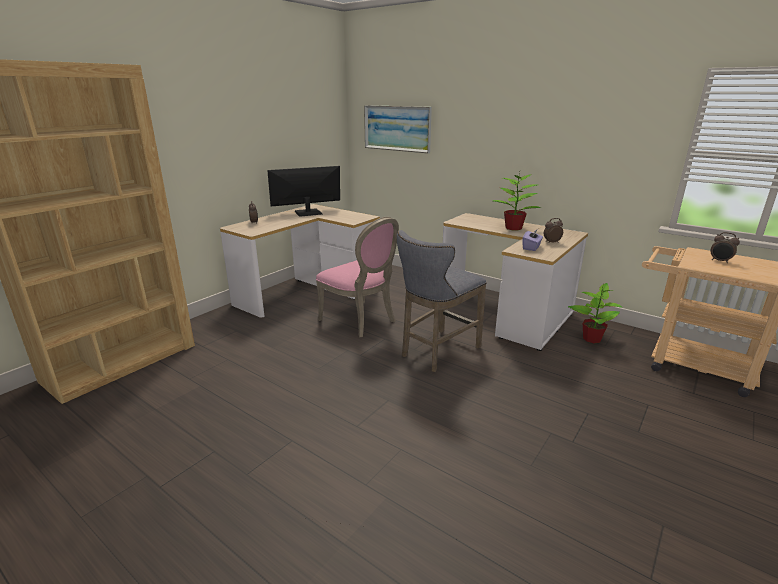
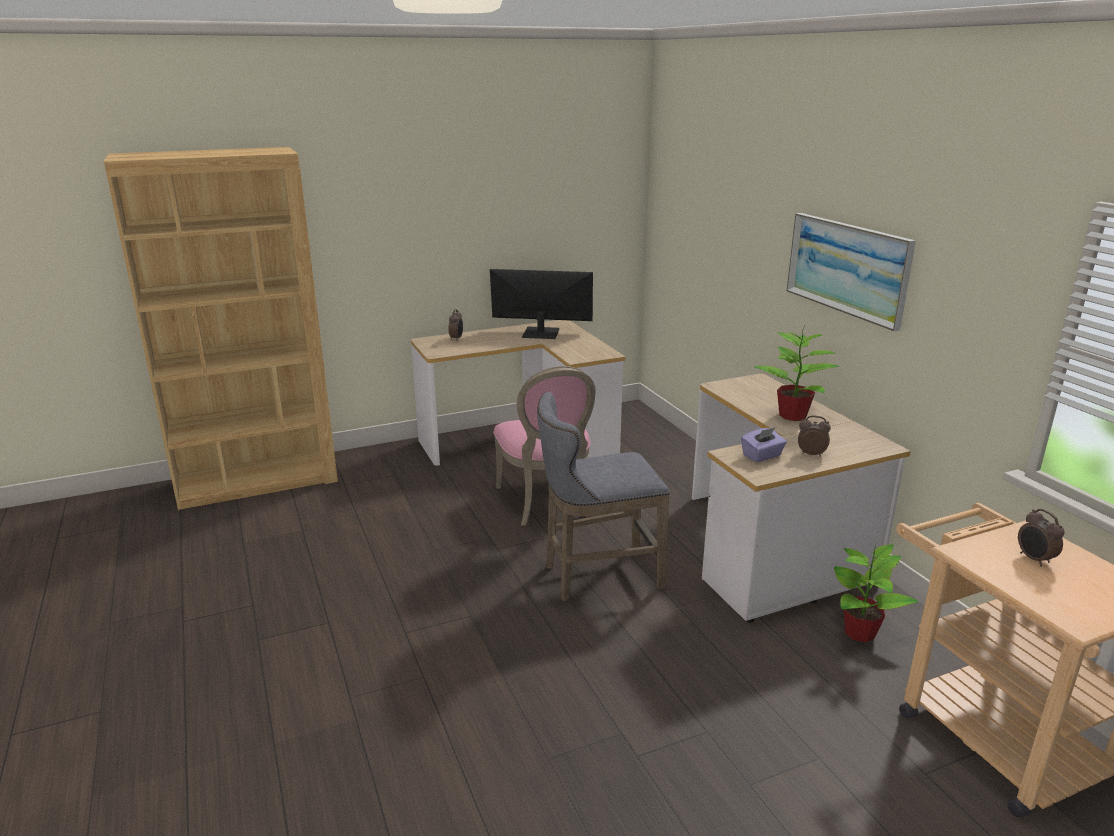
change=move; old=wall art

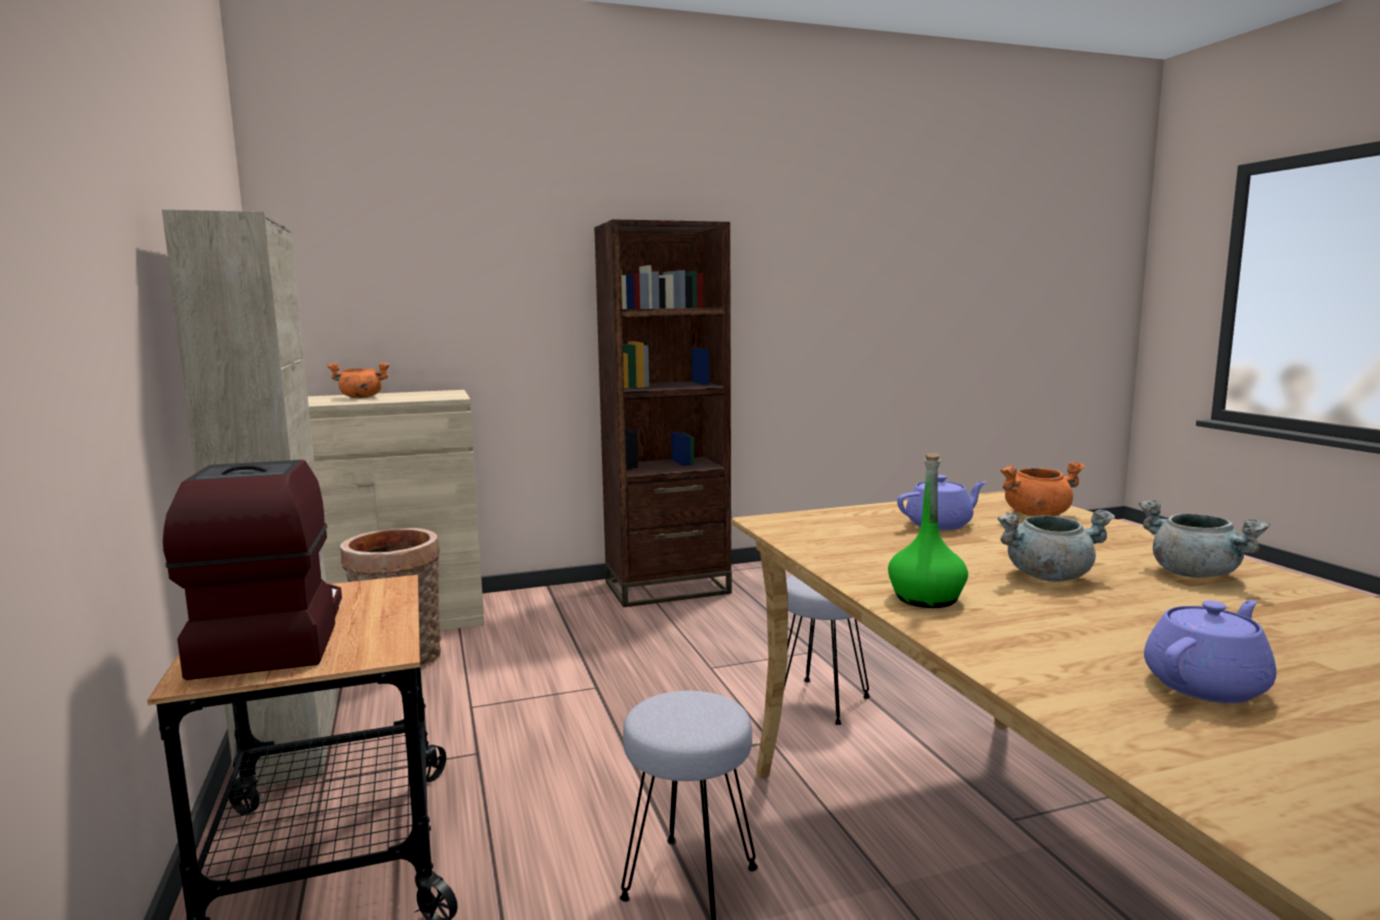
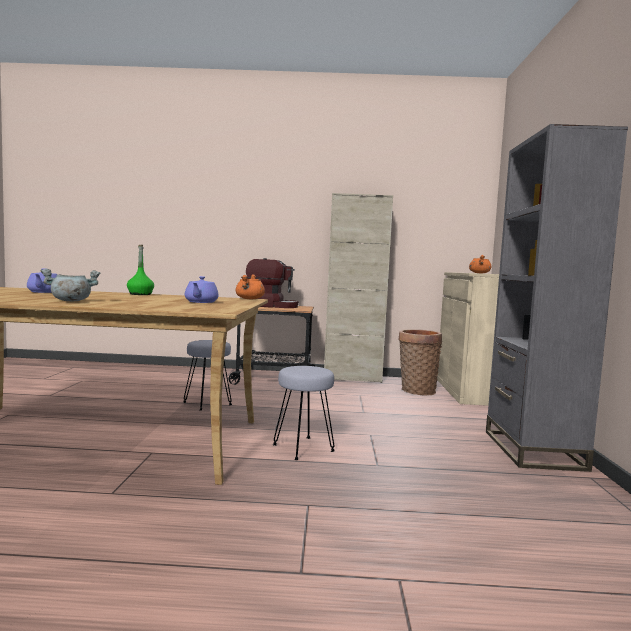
change=recolor; old=bookcase/brown-coloured; new=bookcase/greyish
change=delete; old=stockpot/greyish (1st from left)
change=move; old=stockpot/orangey (2nd from left in the first image); new=stockpot/orangey (1st from left)

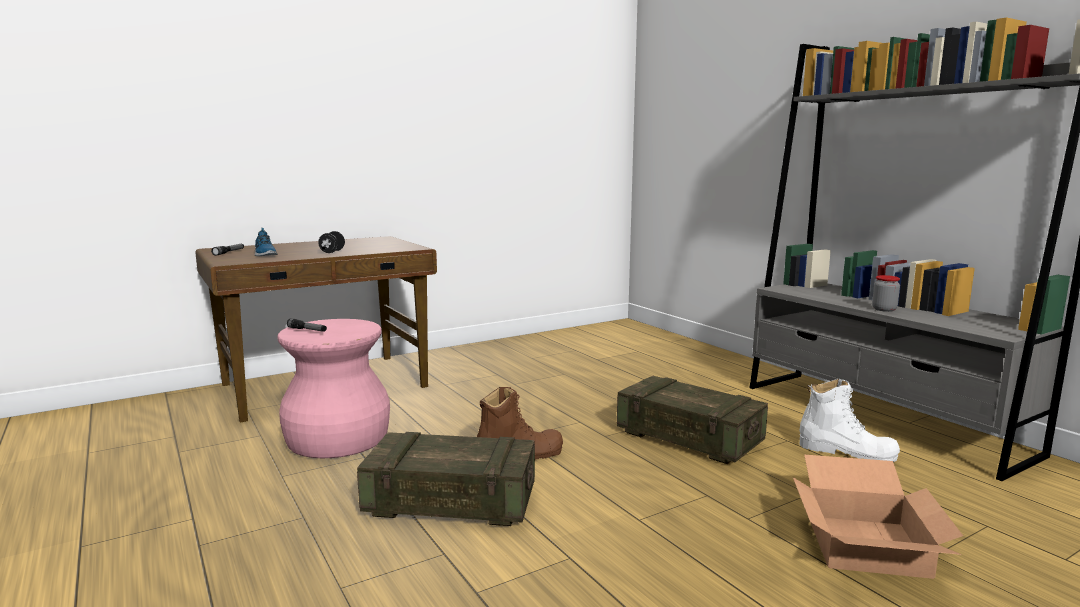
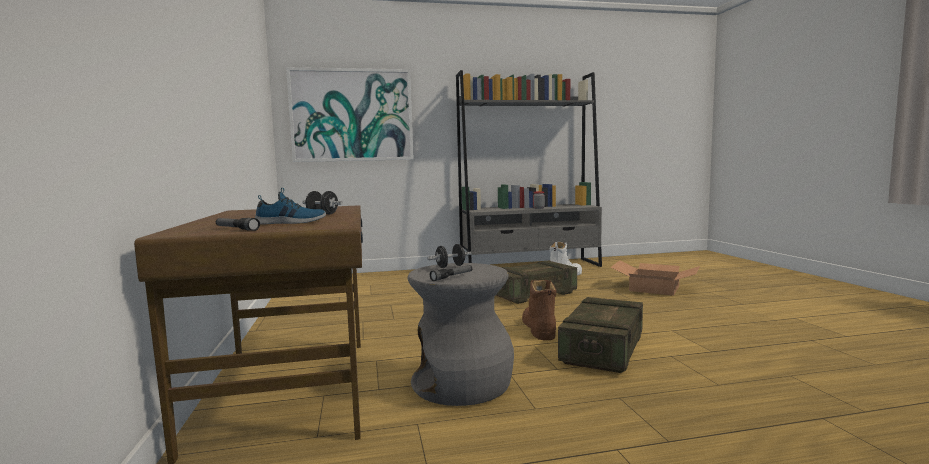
change=recolor; old=stool/pink-coloured; new=stool/greyish
change=insert; new=wall art
change=insert; new=free weight/black (2nd from left)

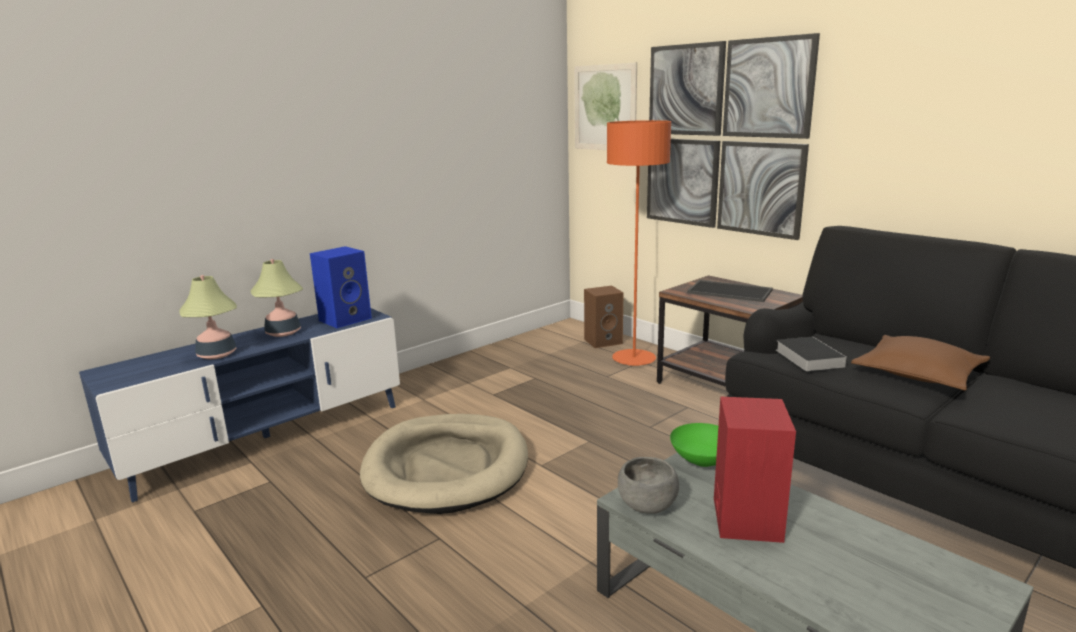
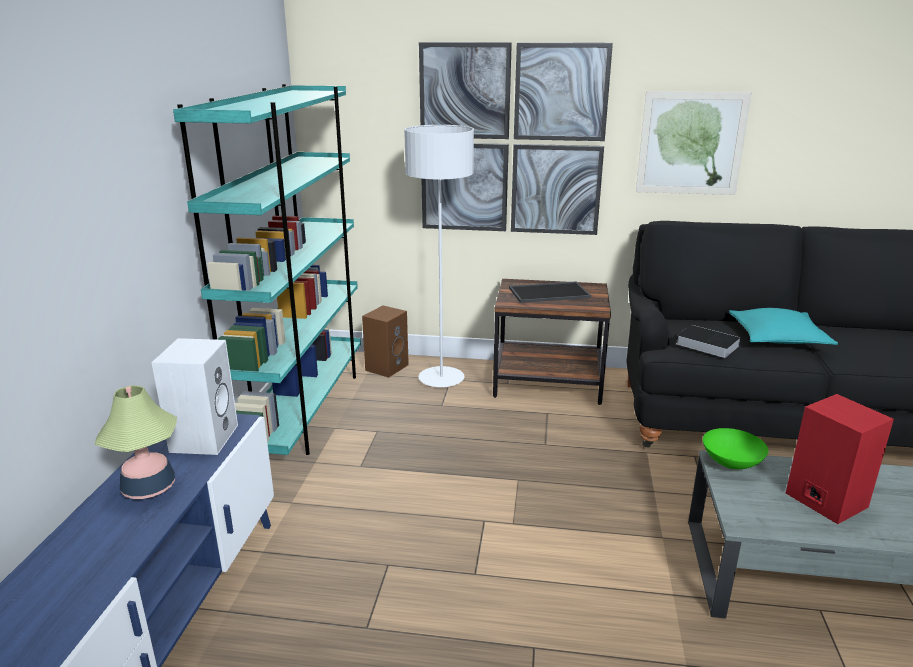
change=delete; old=table lamp (1st from left)
change=recolor; old=audio speaker/blue; new=audio speaker/white
change=delete; old=dog cushion/beige-coloured
change=move; old=wall art (1st from left in the first image); new=wall art (2nd from left)
change=recolor; old=floor lamp/orangey; new=floor lamp/white
change=delete; old=serving bowl/greyish
change=recolor; old=cushion/brown-coloured; new=cushion/turquoise
change=insert; new=bookcase/turquoise

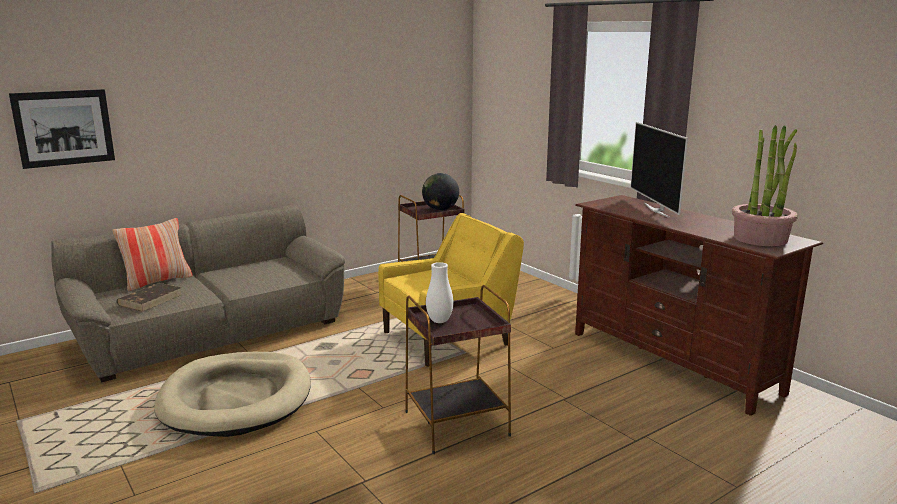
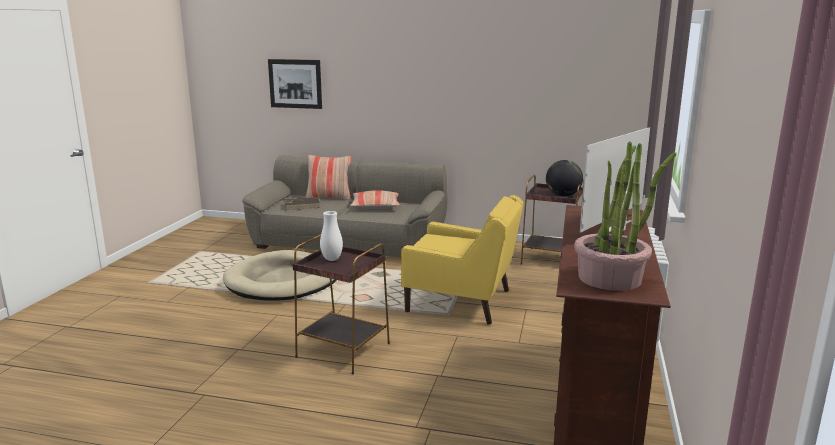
change=insert; new=cushion (2nd from left)

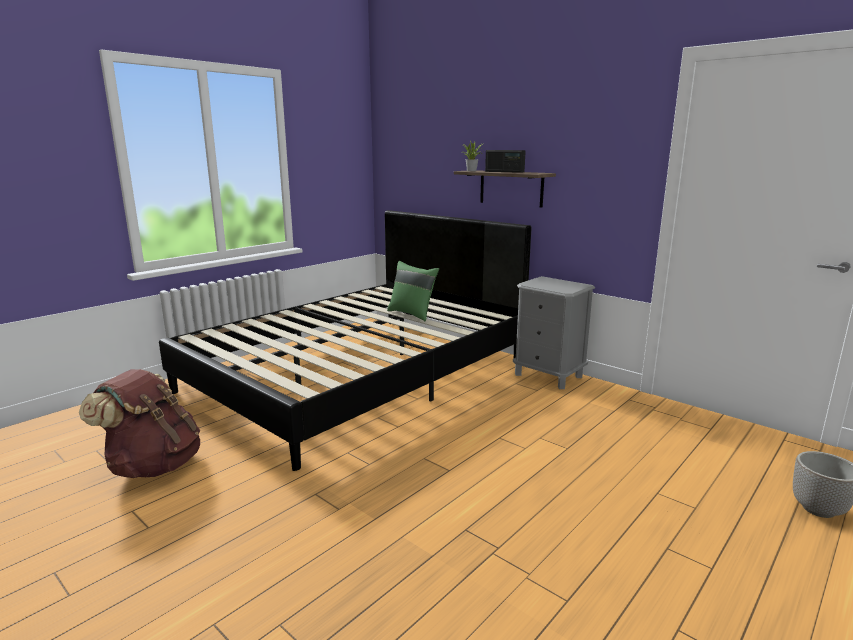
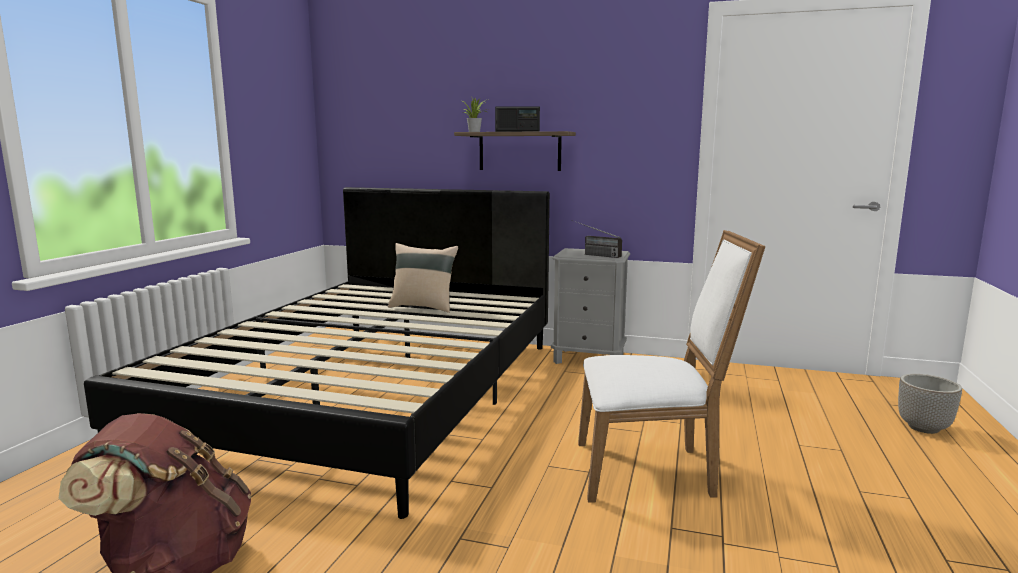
change=recolor; old=cushion/green; new=cushion/beige-coloured
change=insert; new=radio receiver (2nd from left)
change=insert; new=upright chair/white

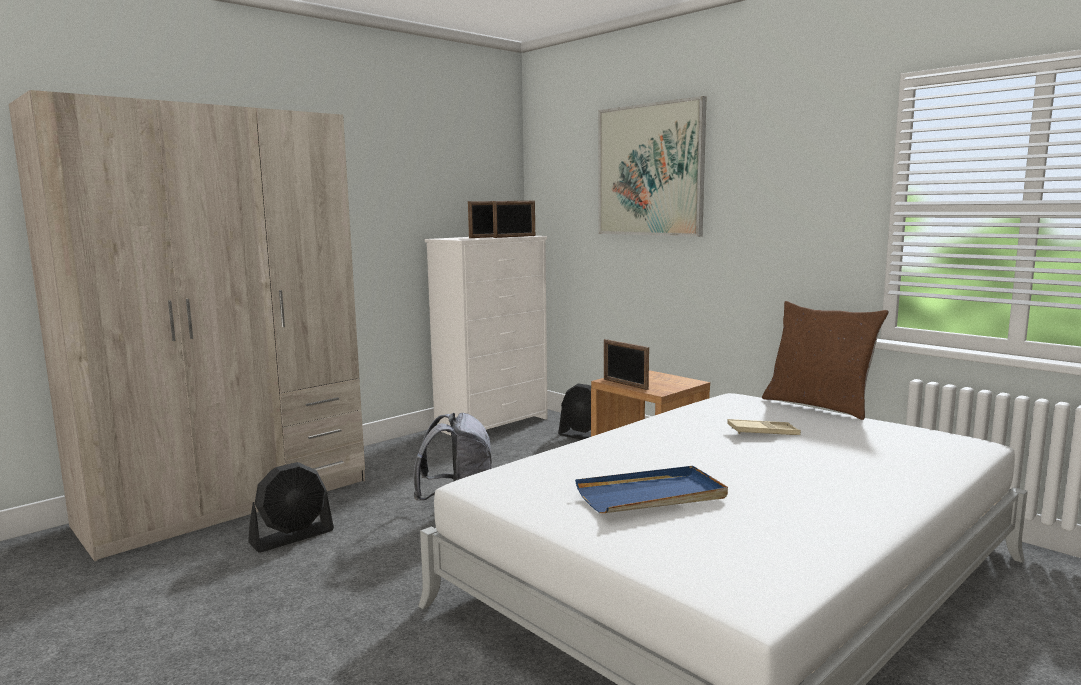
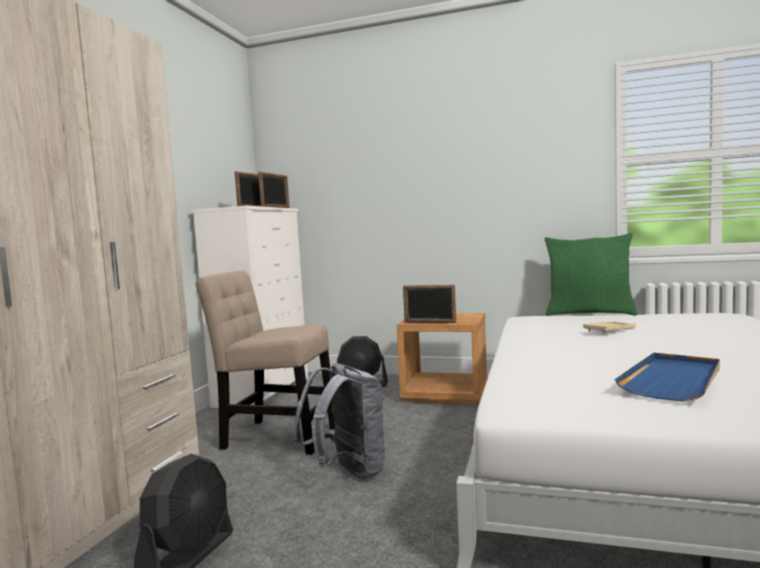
change=delete; old=wall art
change=recolor; old=cushion/brown-coloured; new=cushion/green
change=insert; new=upright chair/beige-coloured

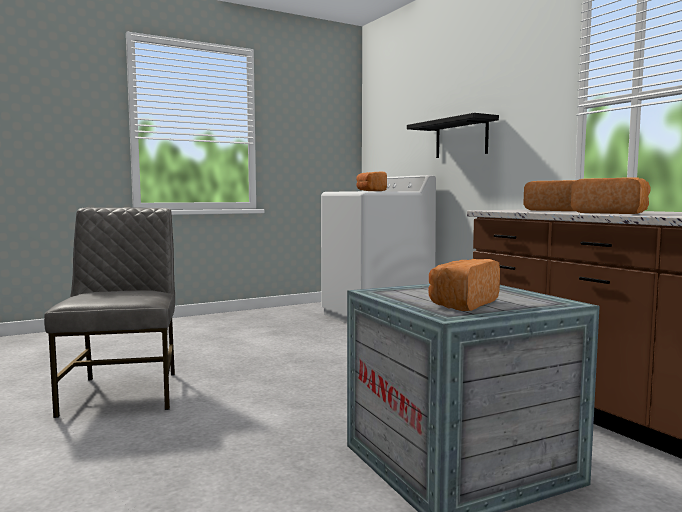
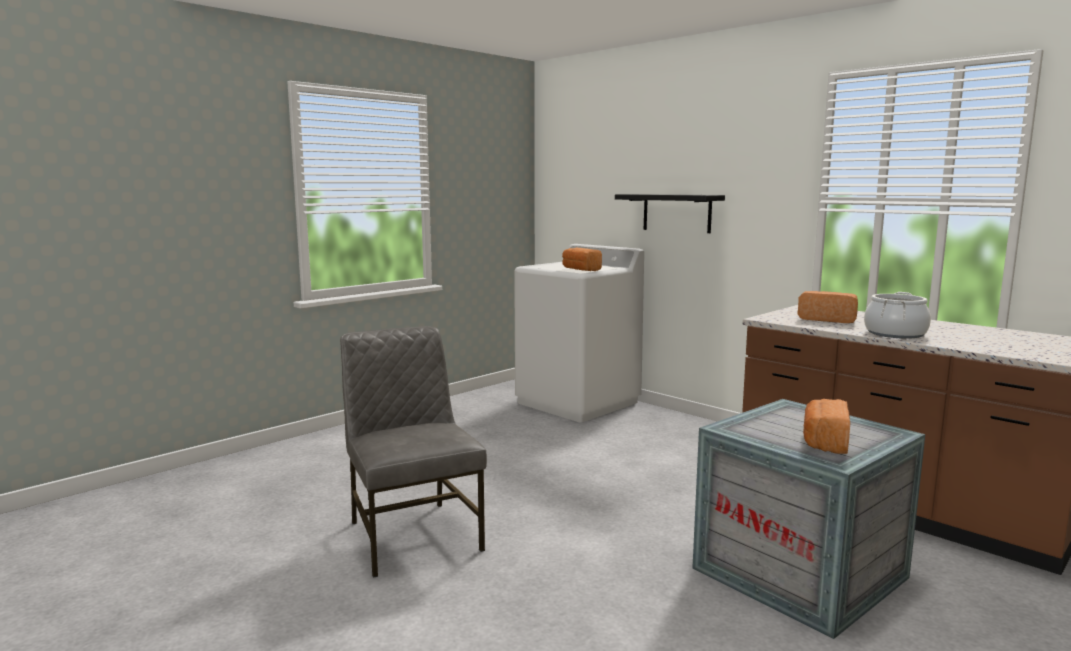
change=replace; old=baked bread (4th from left); new=stockpot

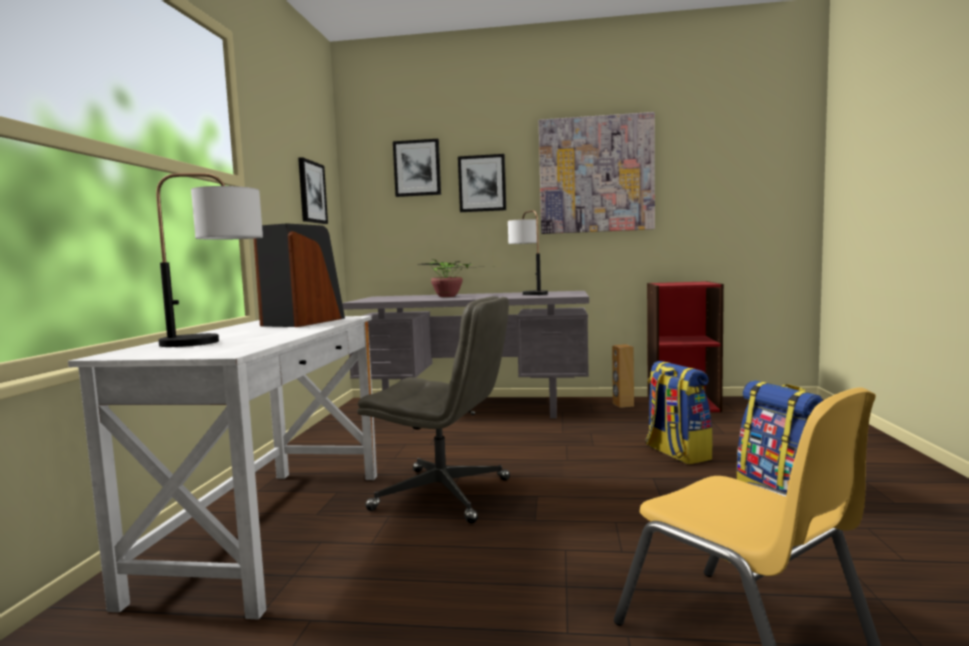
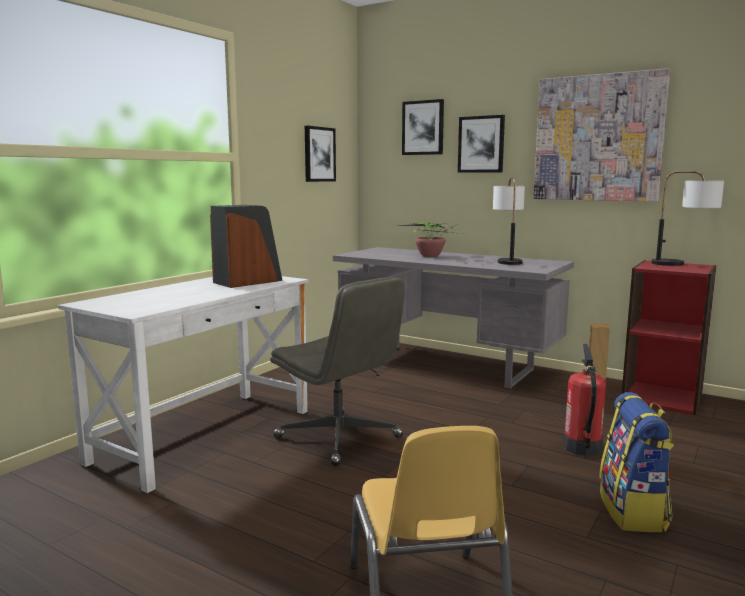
change=move; old=table lamp (1st from left in the first image); new=table lamp (2nd from left)
change=replace; old=rucksack (1st from left); new=extinguisher

